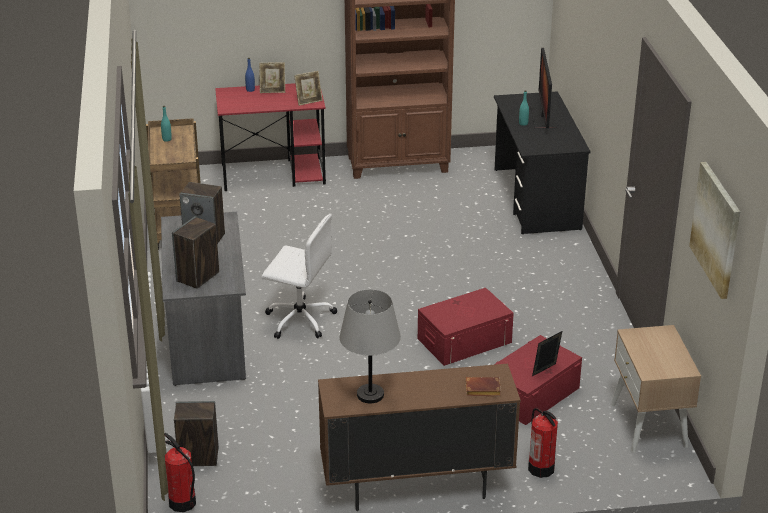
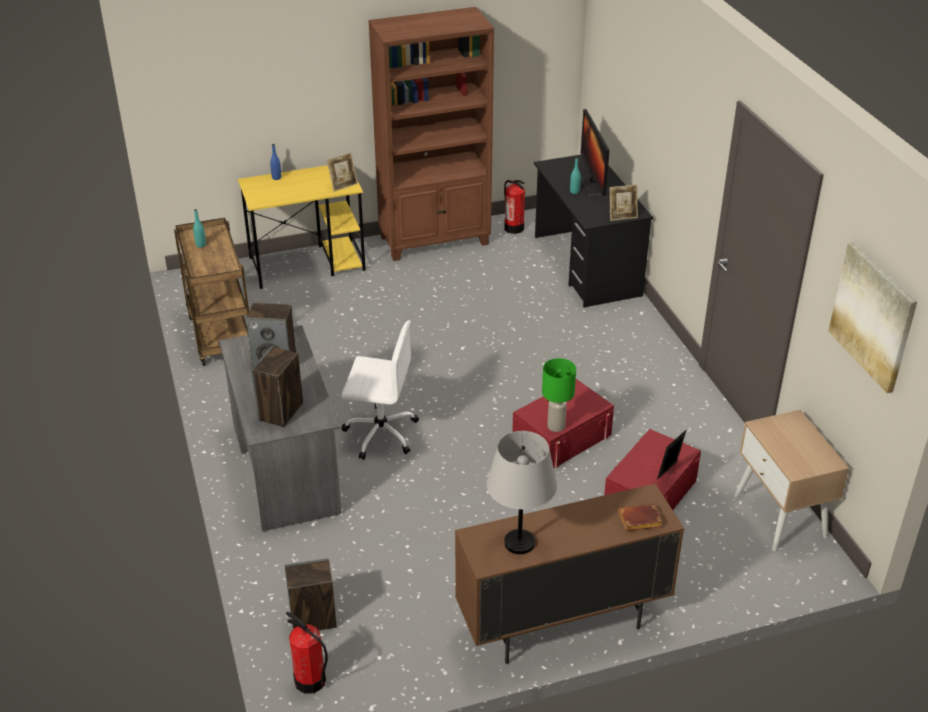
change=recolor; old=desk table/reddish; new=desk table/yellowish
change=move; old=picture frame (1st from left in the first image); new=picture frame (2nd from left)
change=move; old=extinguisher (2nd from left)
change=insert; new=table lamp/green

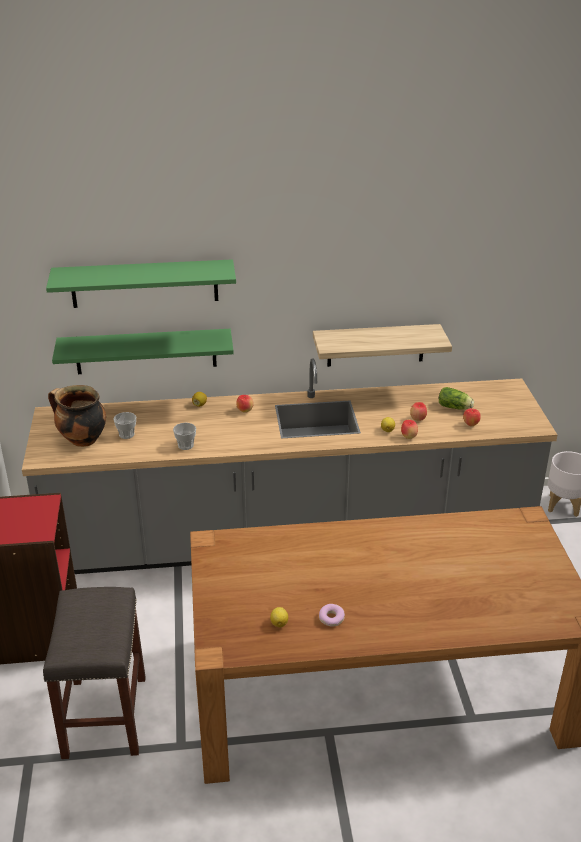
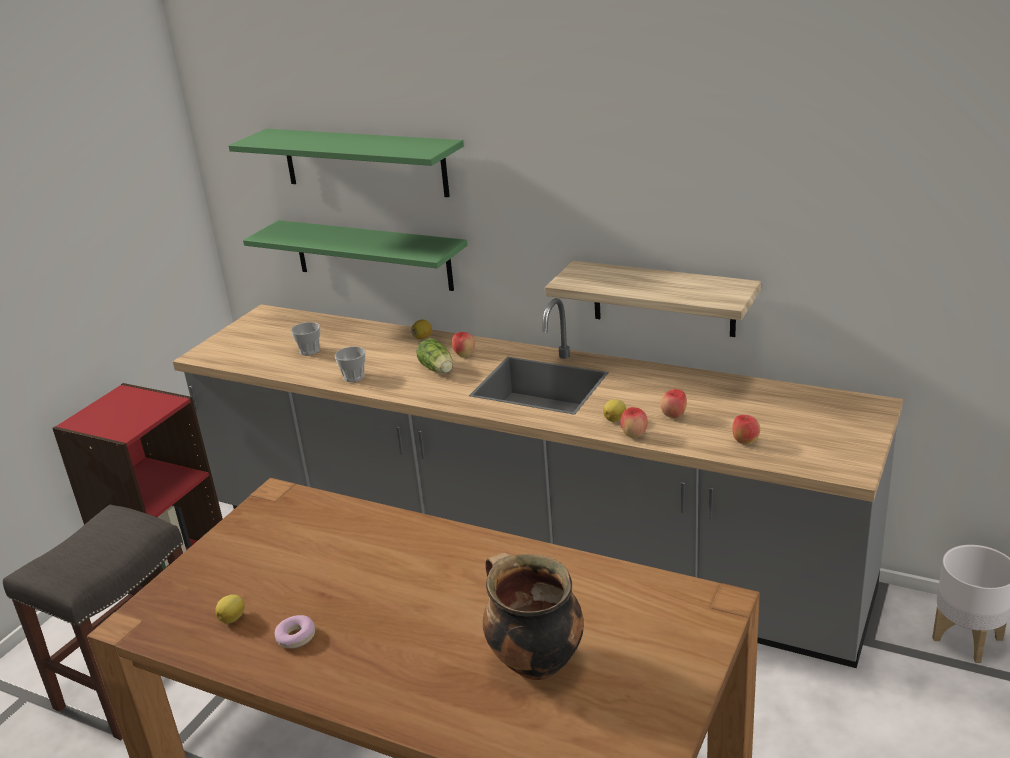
change=move; old=stockpot
change=move; old=lettuce

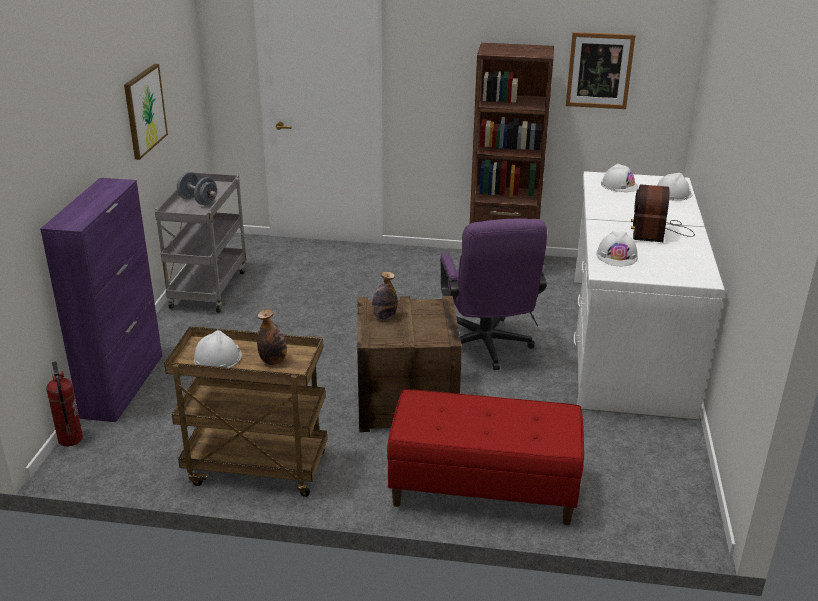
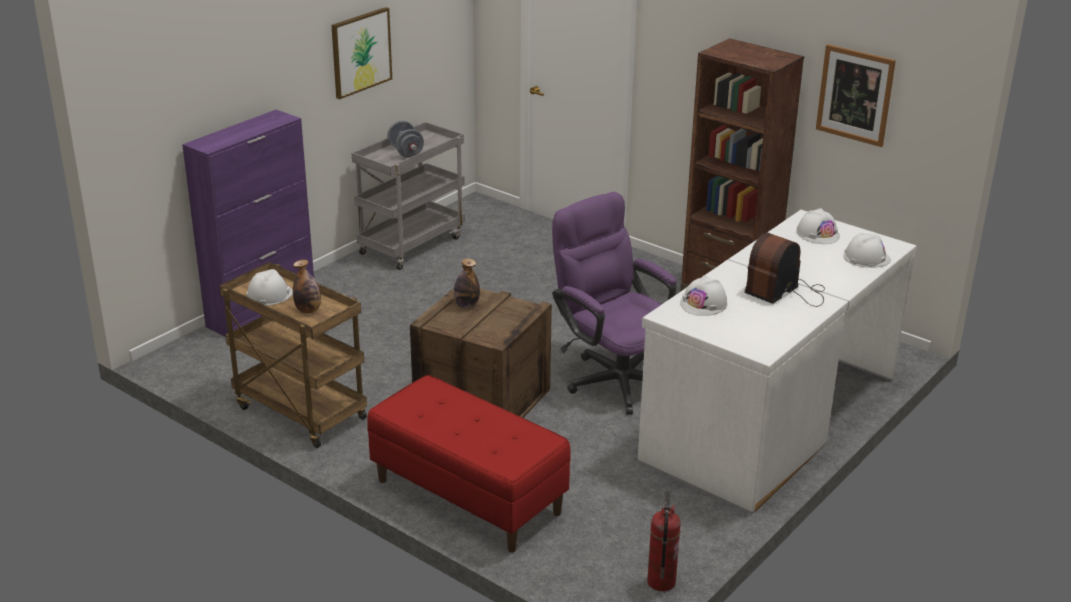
change=move; old=extinguisher
change=rotate; old=desk chair/purple-coloured; degrees=120

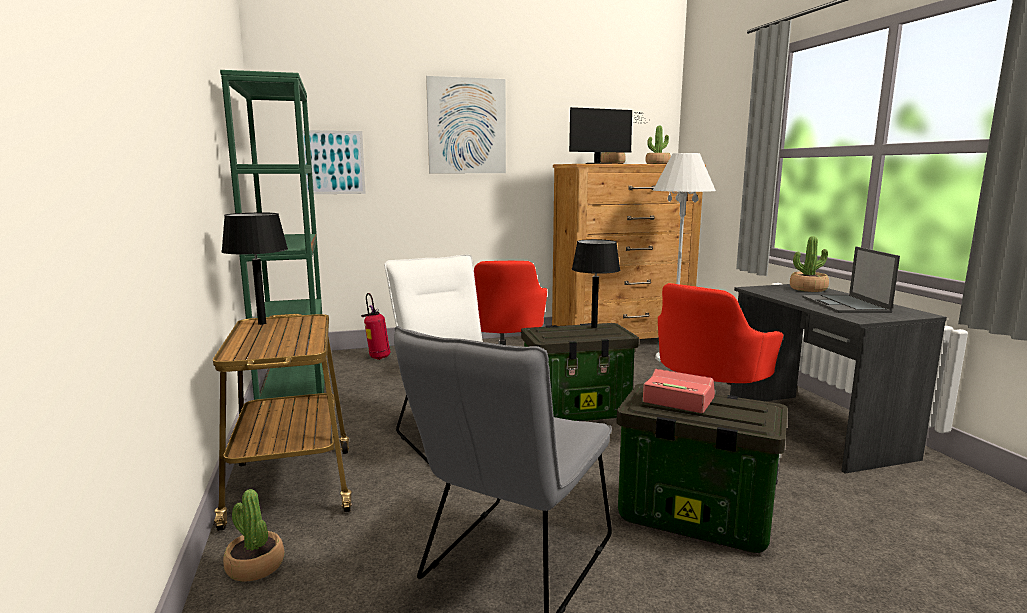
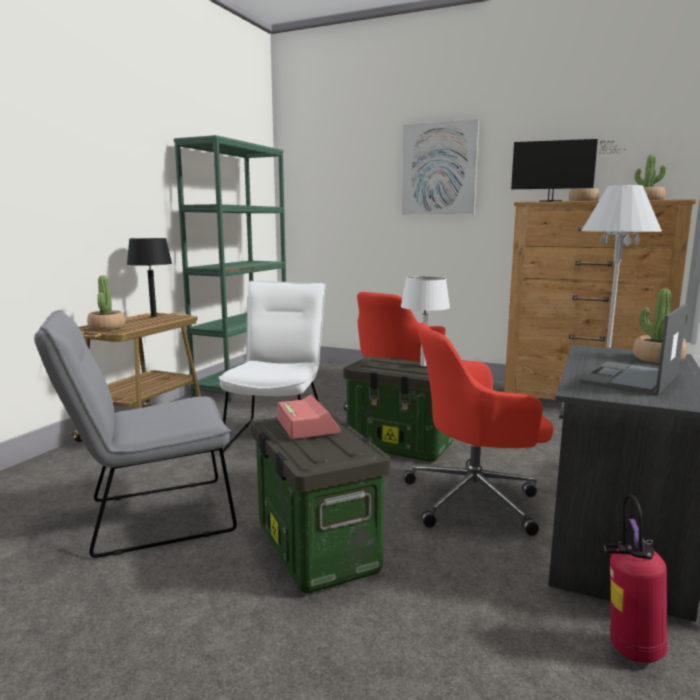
change=move; old=plant in a pot (1st from left)
change=delete; old=wall art (1st from left)
change=move; old=extinguisher
change=recolor; old=table lamp/black (2nd from left); new=table lamp/white

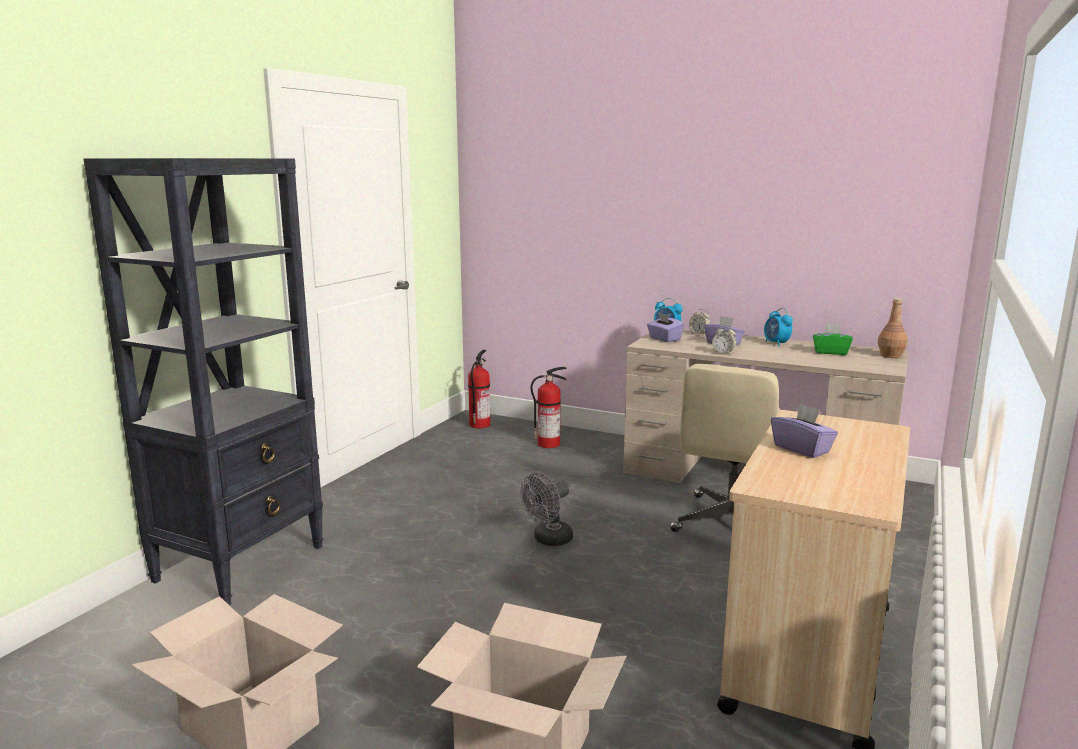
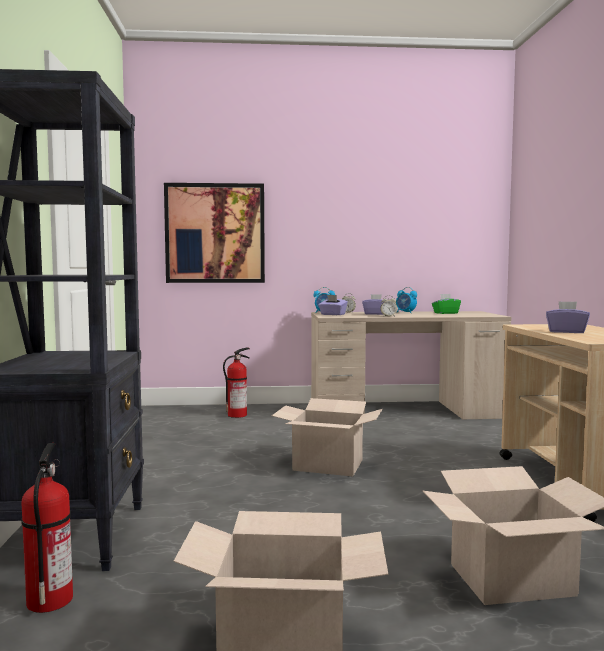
change=move; old=extinguisher (1st from left)
change=replace; old=fan/greyish; new=cardboard box (2nd from left)
change=delete; old=desk chair/beige-coloured
change=delete; old=drink bottle/brown-coloured
change=insert; new=wall art

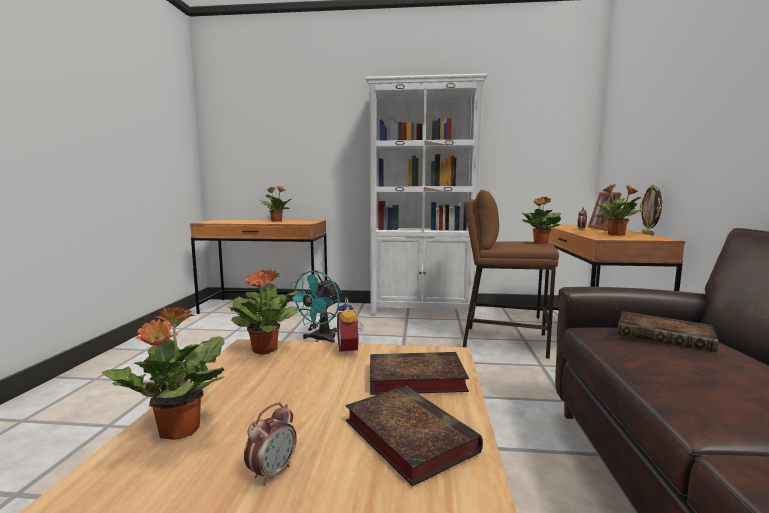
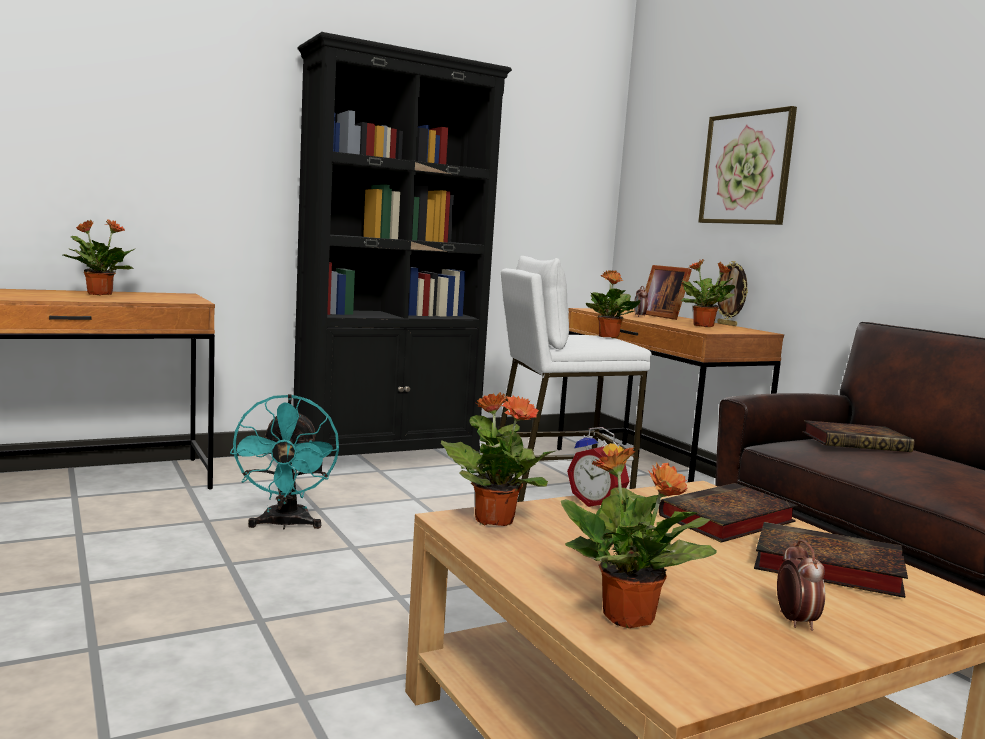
change=recolor; old=bookcase/white; new=bookcase/black
change=recolor; old=stool/brown-coloured; new=stool/white
change=insert; new=wall art

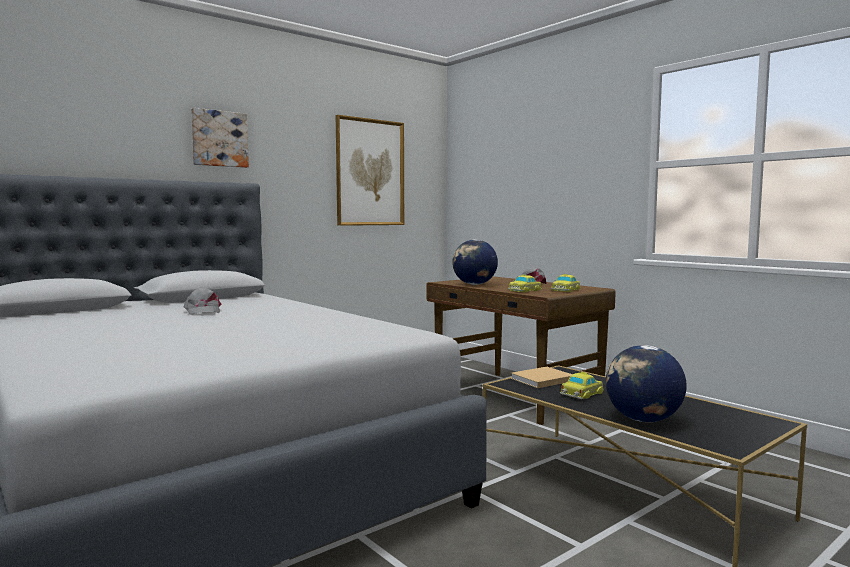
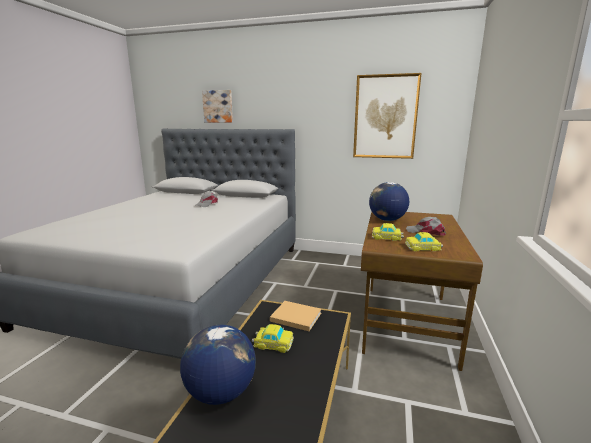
change=move; old=wall art (1st from left)

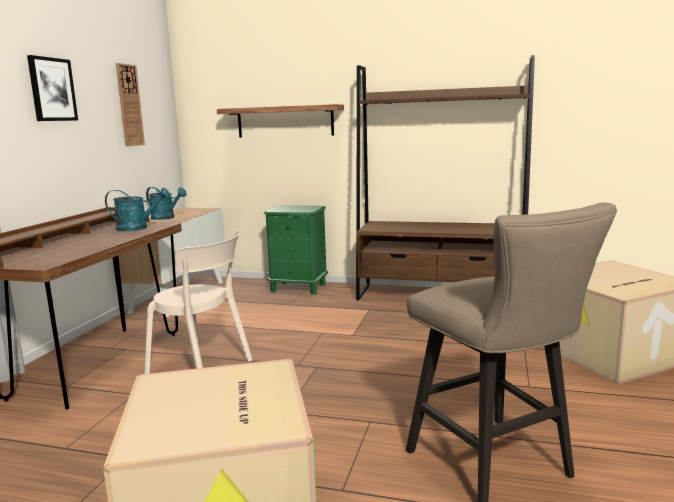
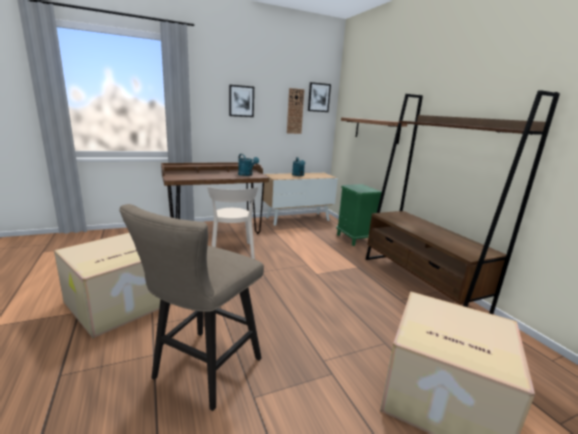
change=insert; new=wall art (2nd from left)

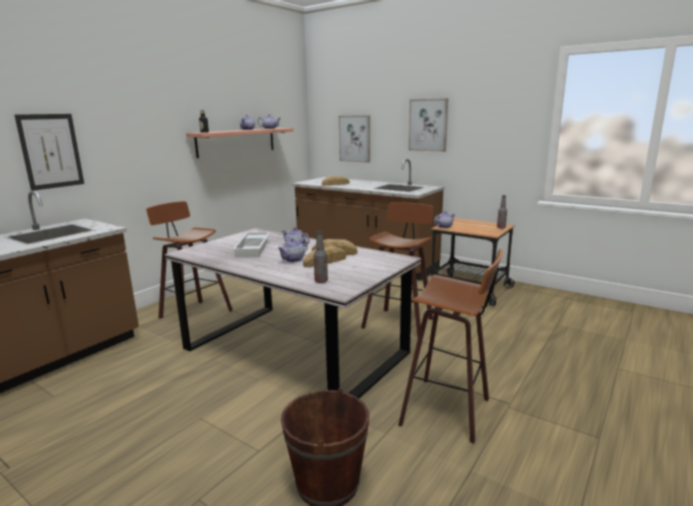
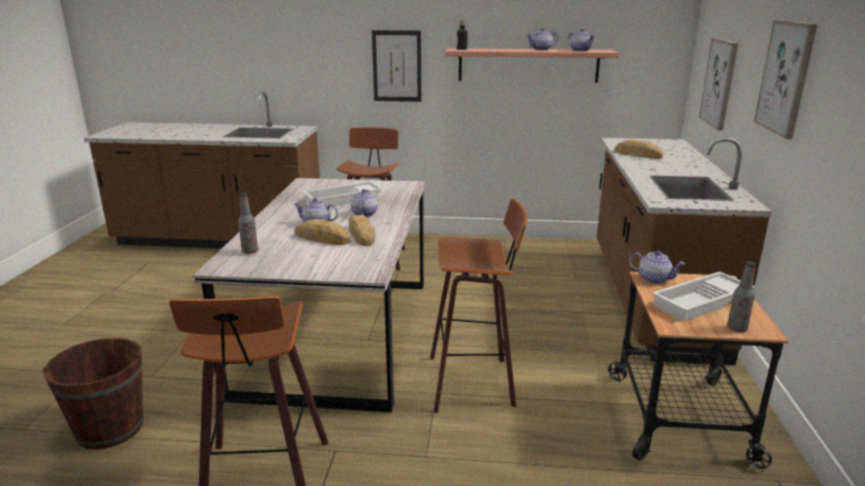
change=move; old=wall art (1st from left)
change=insert; new=carrying tray/white (2nd from left)

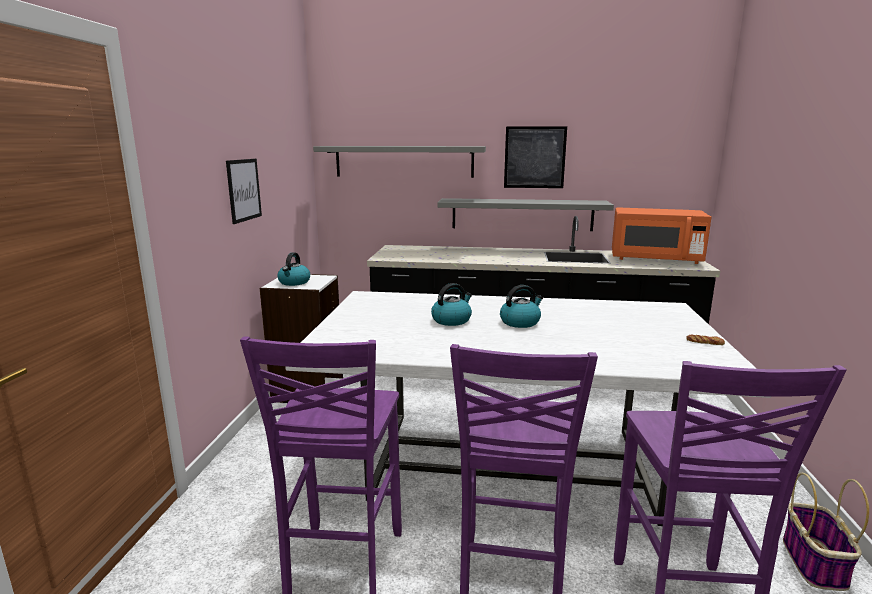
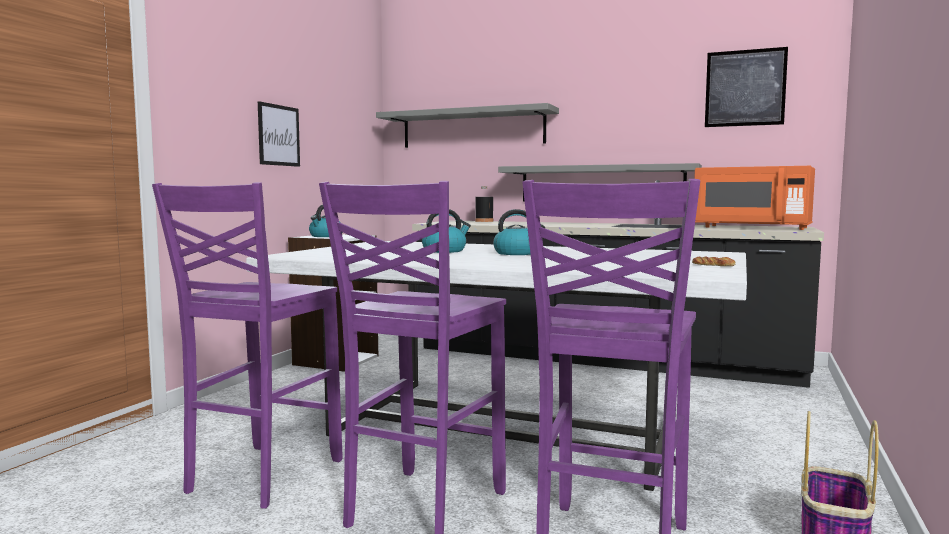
change=move; old=wall art (2nd from left)
change=insert; new=drink bottle/black

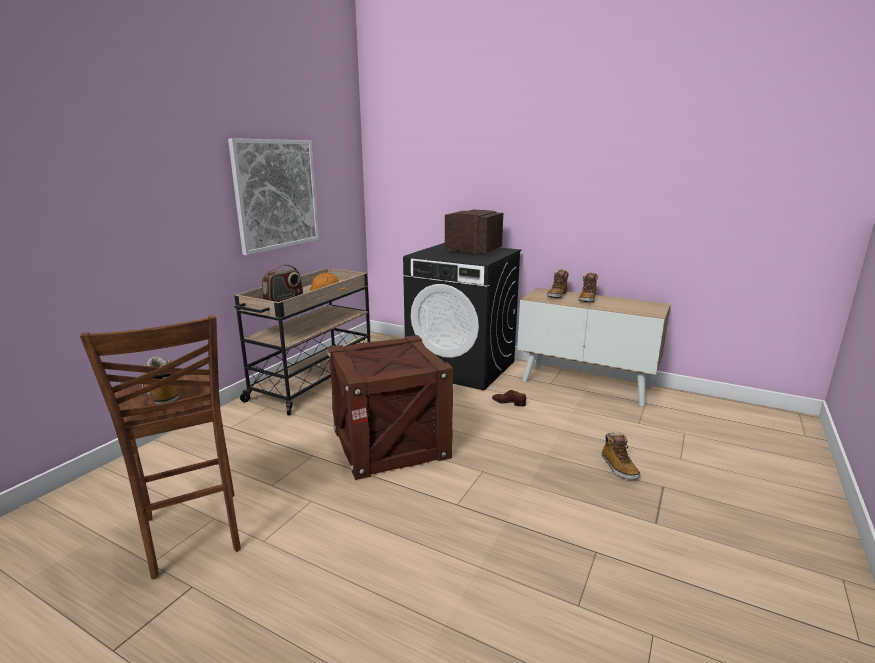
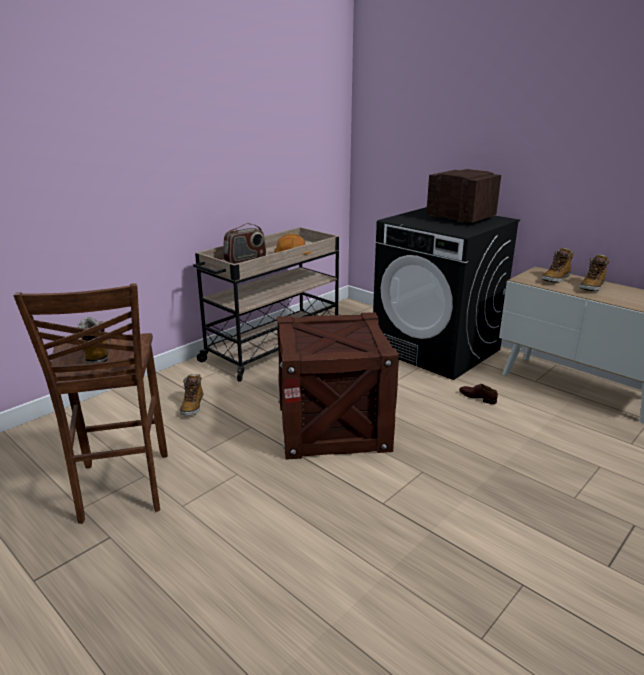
change=delete; old=wall art
change=move; old=high-top boot (4th from left in the first image); new=high-top boot (2nd from left)

